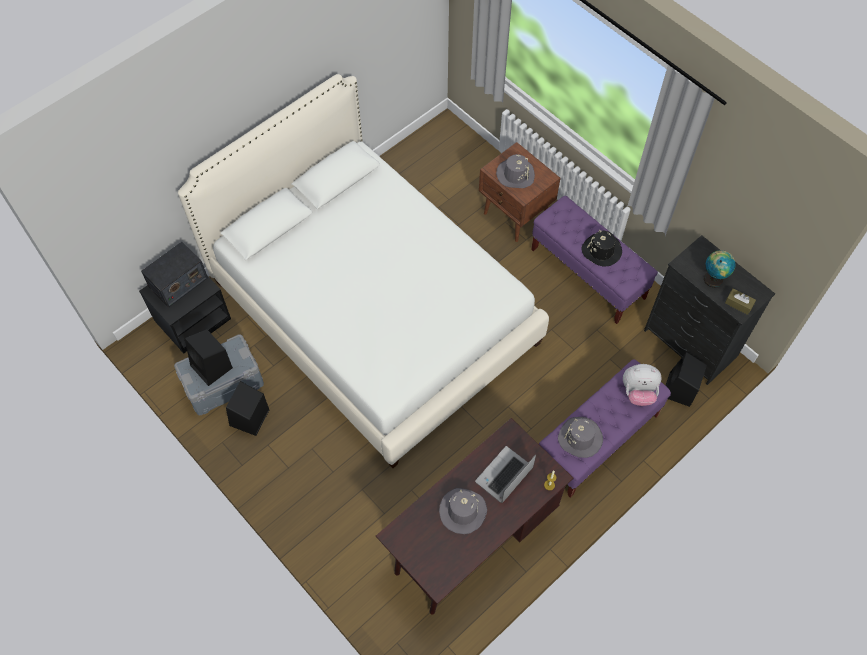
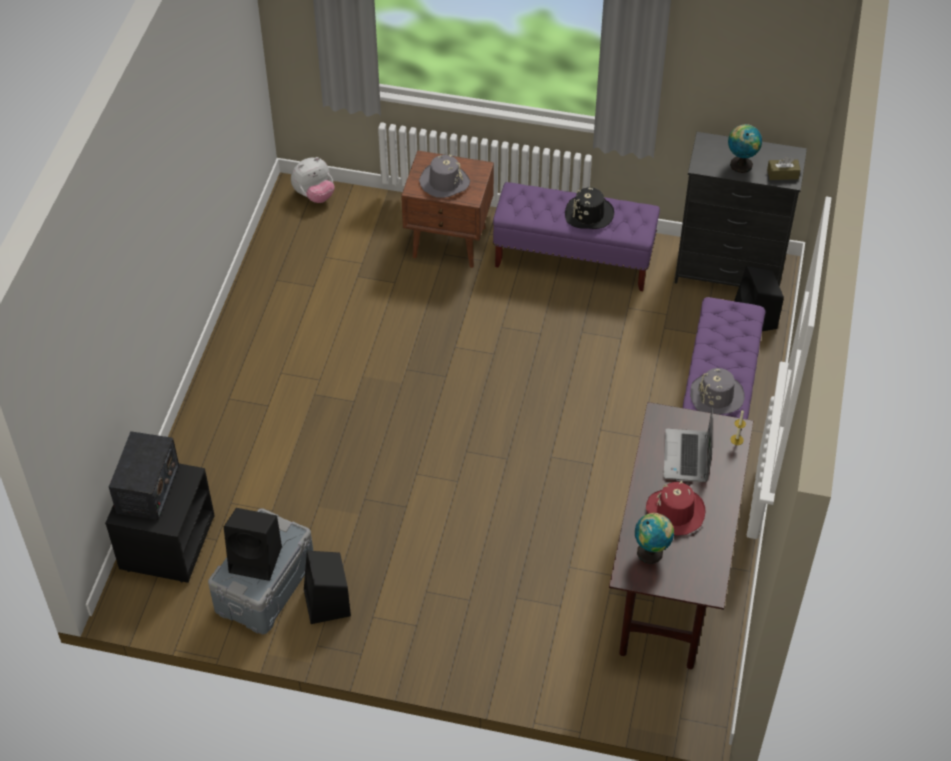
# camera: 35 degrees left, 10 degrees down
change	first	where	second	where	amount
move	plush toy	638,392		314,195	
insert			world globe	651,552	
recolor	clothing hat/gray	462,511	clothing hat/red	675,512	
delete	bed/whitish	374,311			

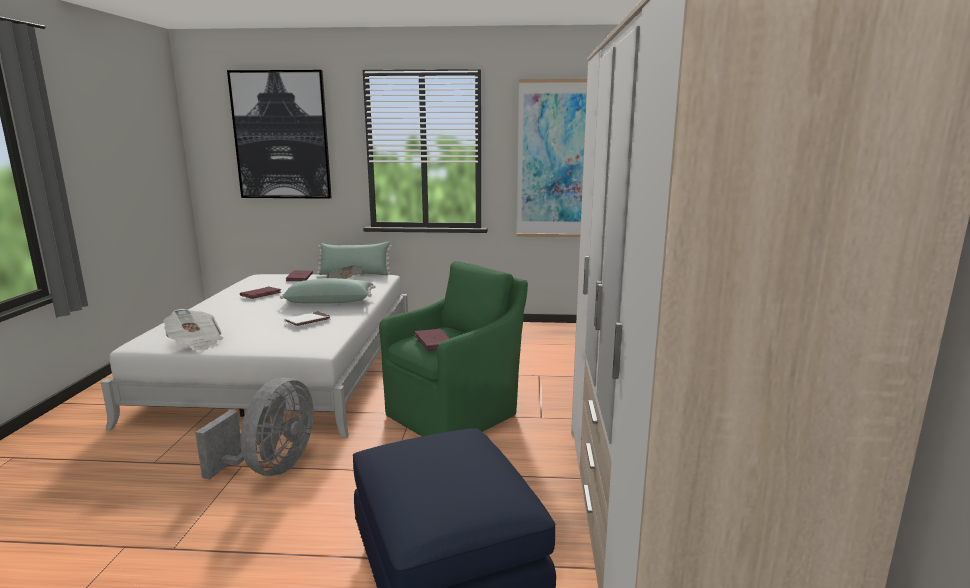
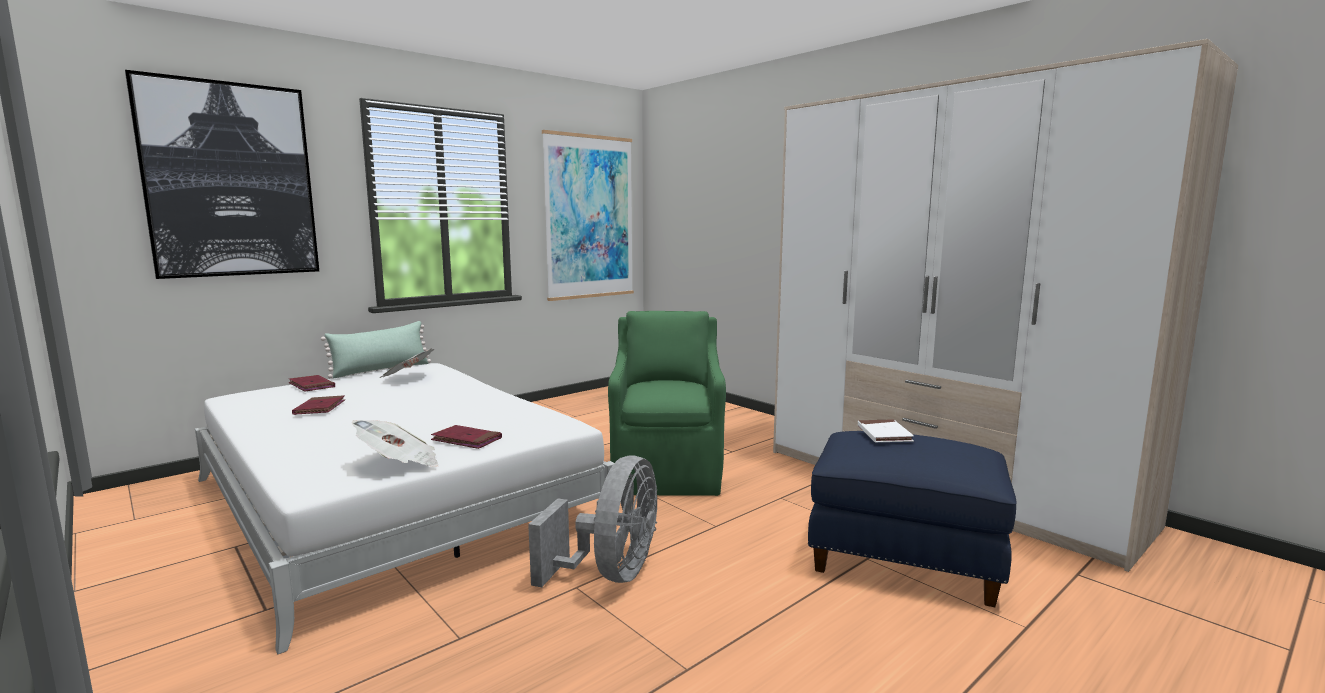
# camera: 45 degrees left, 5 degrees down
change	first	where	second	where	amount
move	volume/red	434,342		466,440	
rotate	electric fan/gray	271,468		611,573	45 degrees clockwise
move	volume/whitish	308,321		884,434	
delete	pillow/green	330,301			

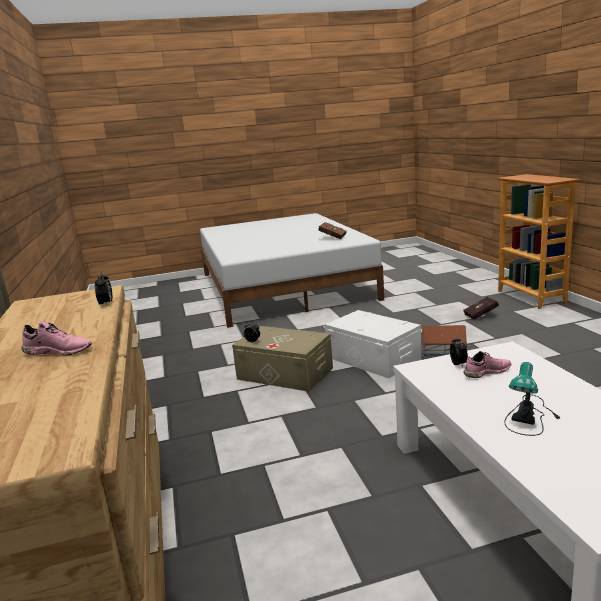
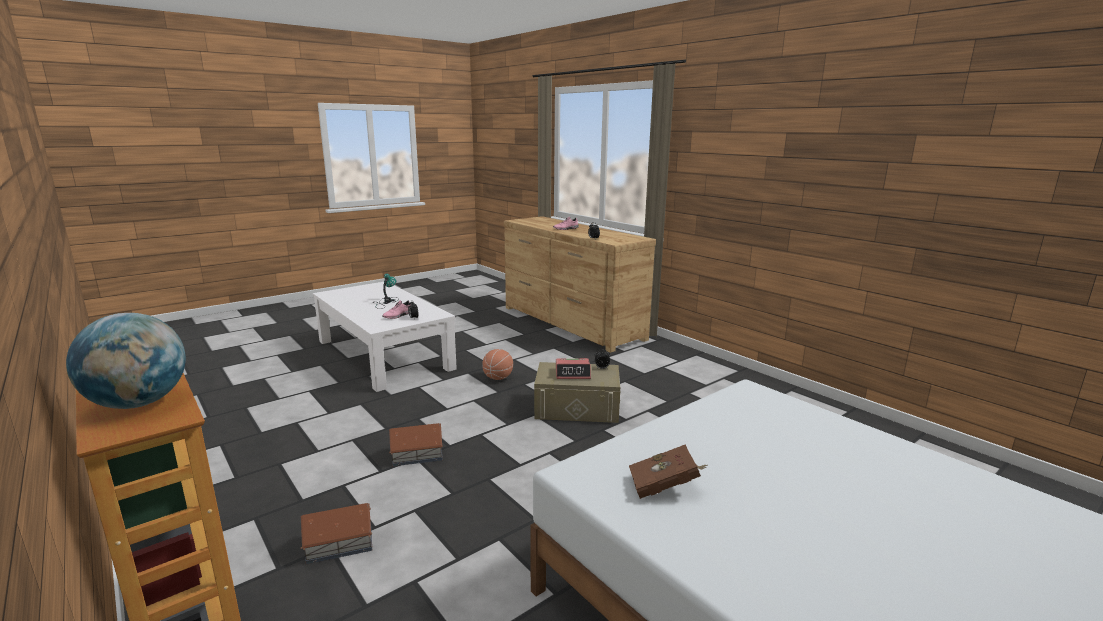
# camera: 155 degrees right, 0 degrees up
change	first	where	second	where	amount
insert			world globe	139,403	
replace	volume/red	482,316	toy house	340,544	
insert			ball for basketball	498,378	
insert			table clock	573,374	
delete	storage container/whitish	373,358			

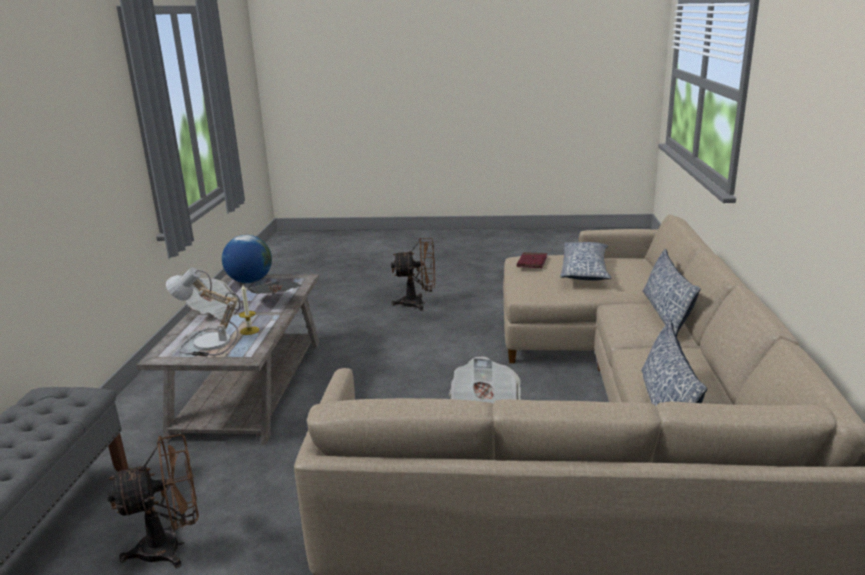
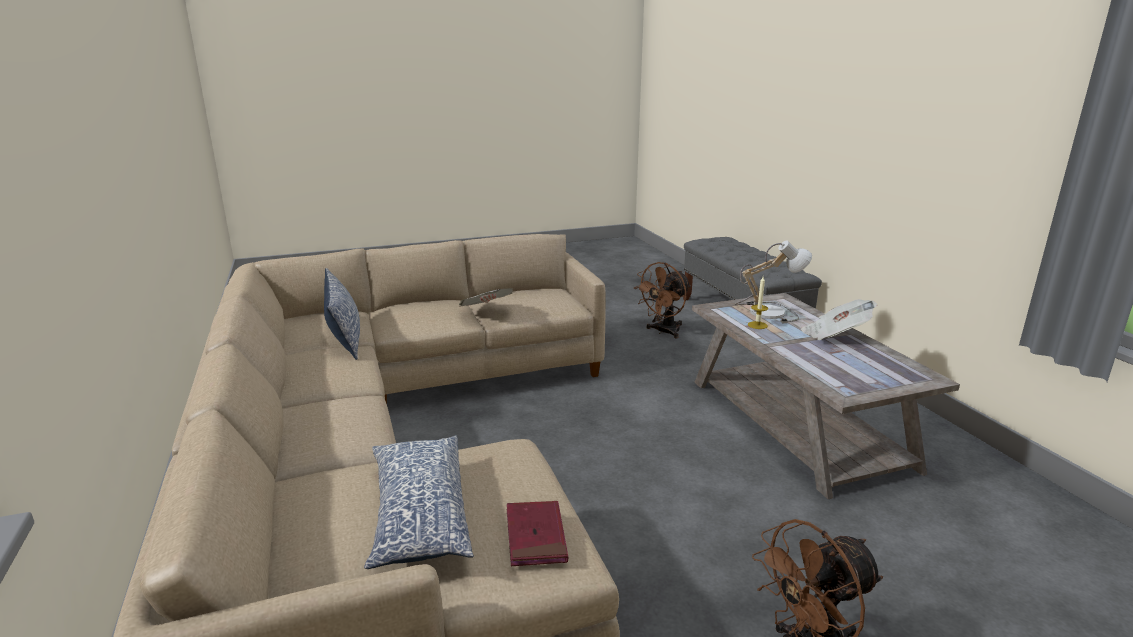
# camera: 155 degrees right, 0 degrees up
change	first	where	second	where	amount
delete	world globe	250,281			
delete	daily paper	276,301			
delete	pillow	665,314			

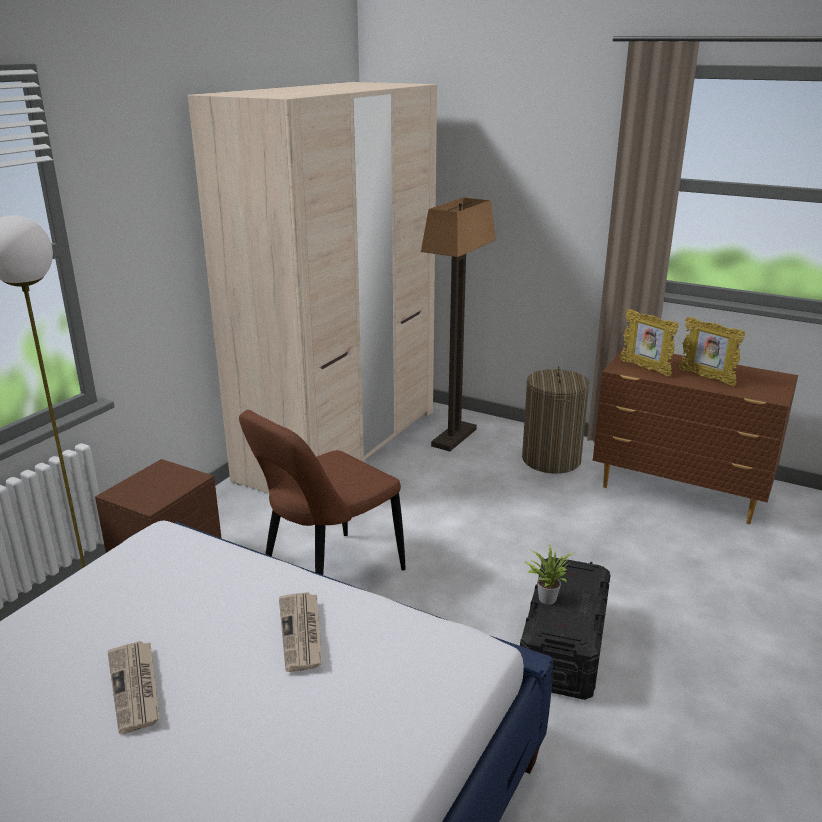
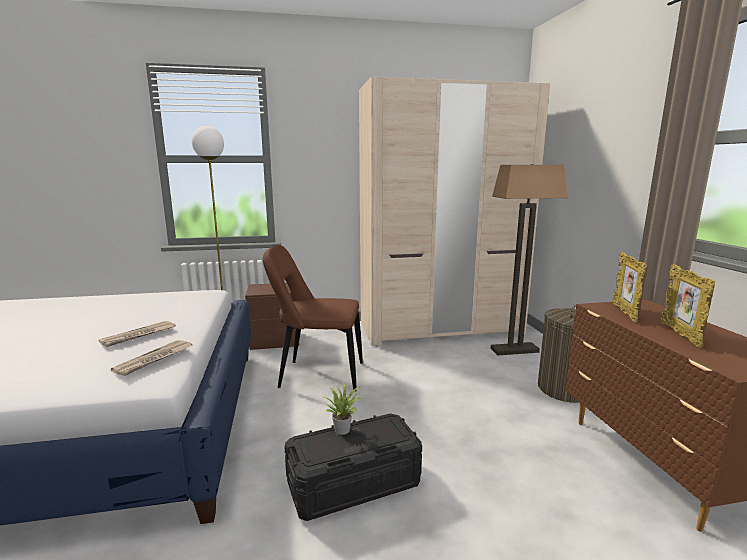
# camera: 50 degrees right, 10 degrees down
change	first	where	second	where	amount
move	daily paper	136,688		154,359	

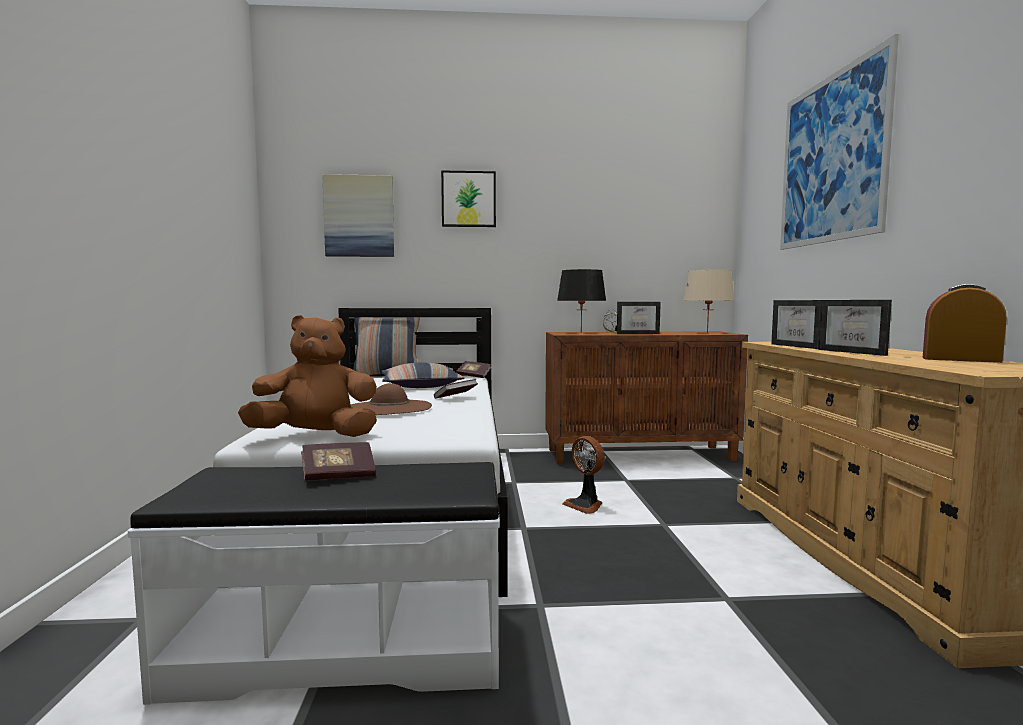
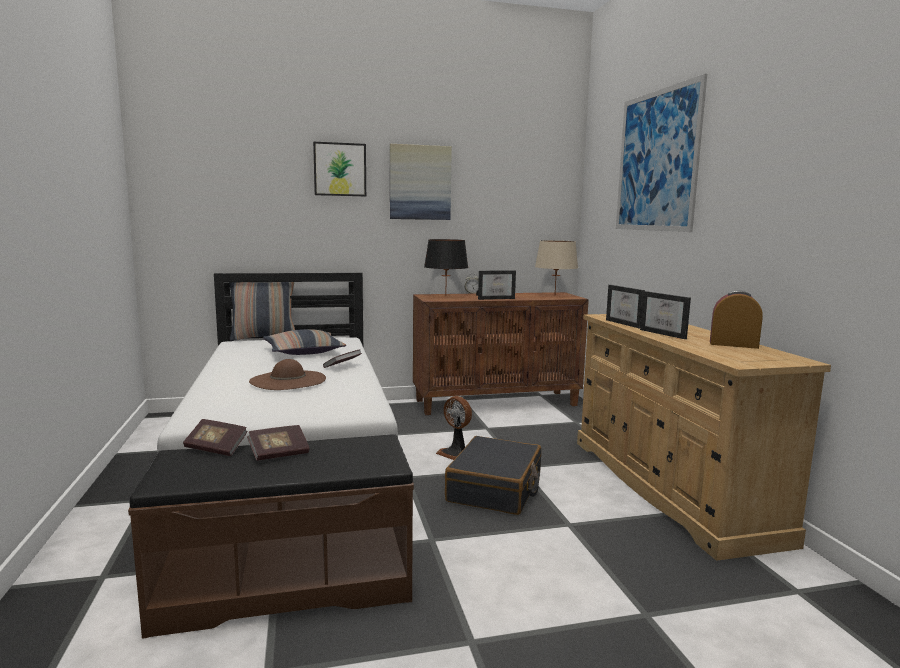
# camera: 10 degrees left, 5 degrees up
change	first	where	second	where	amount
recolor	long seat/whitish	343,647	long seat/brown-coloured	285,584	
move	volume	473,376		216,448	
move	wall picture	359,216		420,182	
insert			travel case/black	495,489	
delete	plush toy/brown-coloured	316,436			

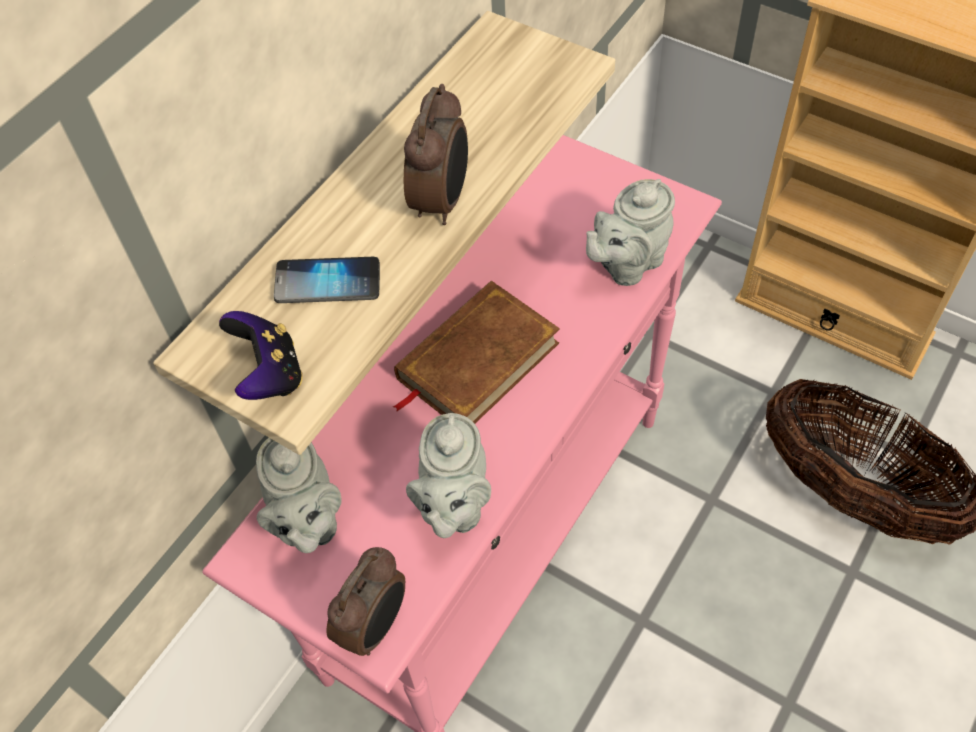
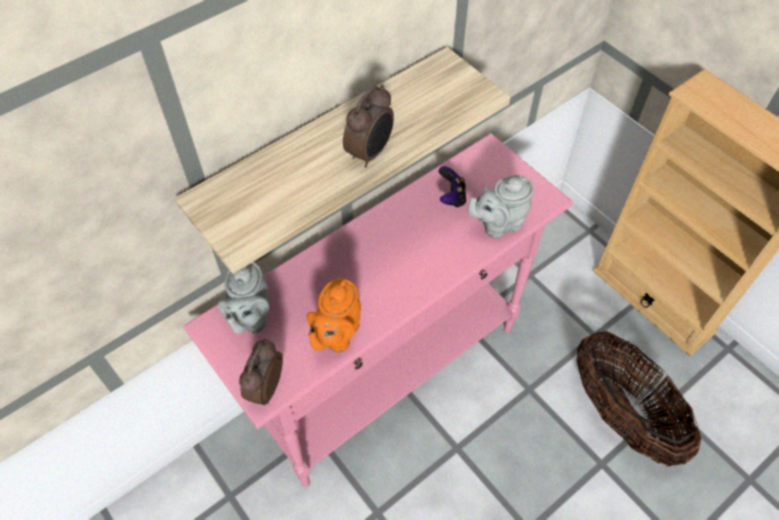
# camera: 15 degrees right, 0 degrees up
change	first	where	second	where	amount
rotate	table clock	376,625		265,388	150 degrees clockwise
recolor	tea pot/gray	454,505	tea pot/orangey	336,335	
move	joypad	269,374		451,197	
delete	handset	328,282			
delete	volume/brown-coloured	476,361			

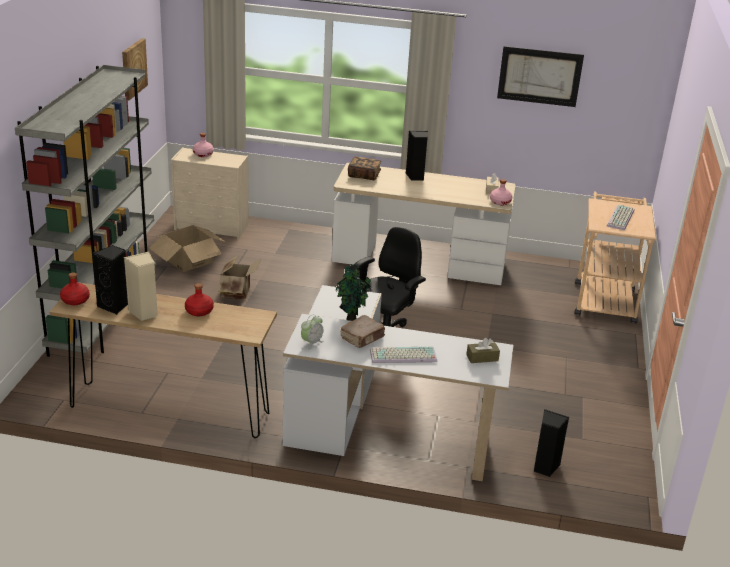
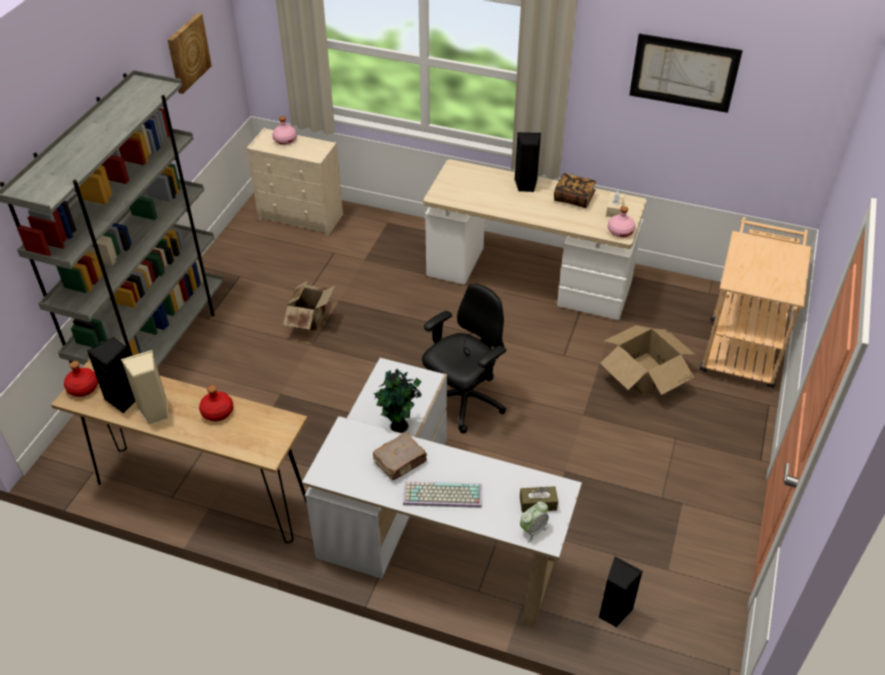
# camera: 10 degrees right, 15 degrees up
change	first	where	second	where	amount
move	table clock	311,343		533,530	
move	volume	364,175		574,198	
move	packing box	188,260		645,373	
delete	keyboard	621,218			

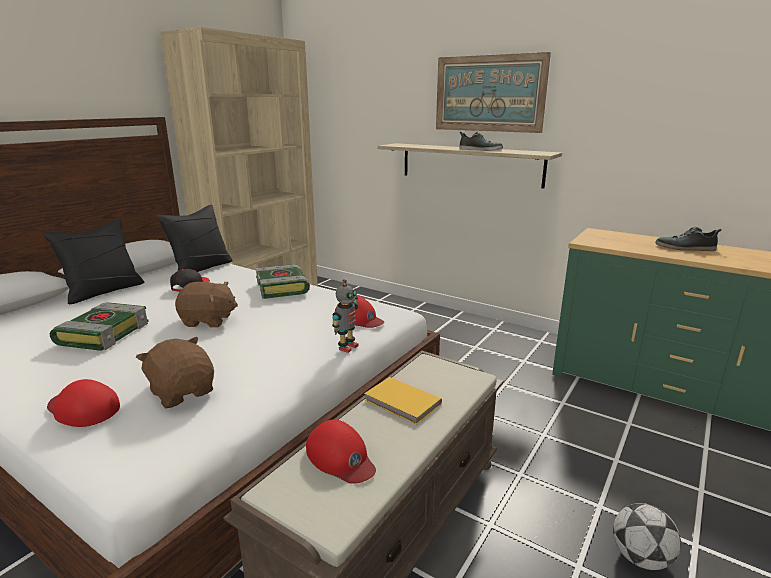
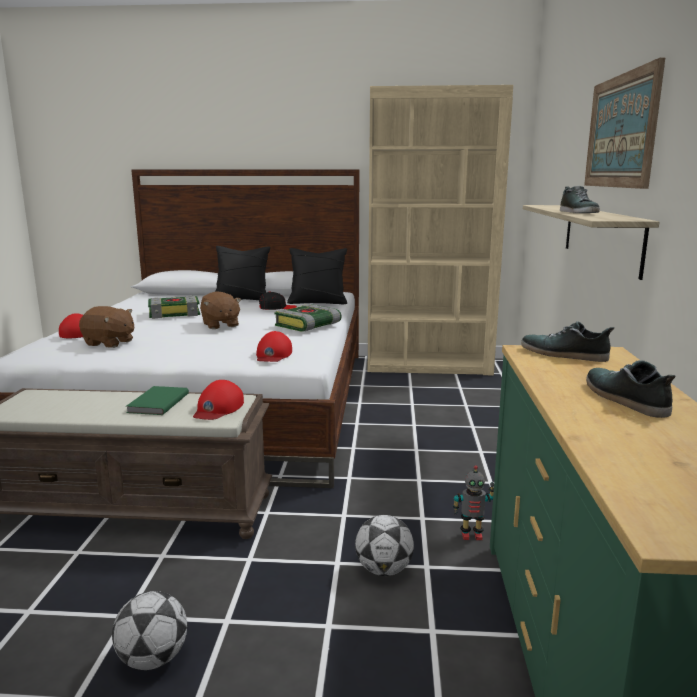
# camera: 60 degrees right, 5 degrees down
change	first	where	second	where	amount
rotate	plush toy/brown-coloured	183,392		109,343	90 degrees clockwise
recolor	volume/yellow	402,403	volume/green	156,403	
move	baseball cap/red	341,457		218,408	
insert			ball for football	384,570	
move	robot figure	347,347		471,535	
insert			shoe	563,354	

